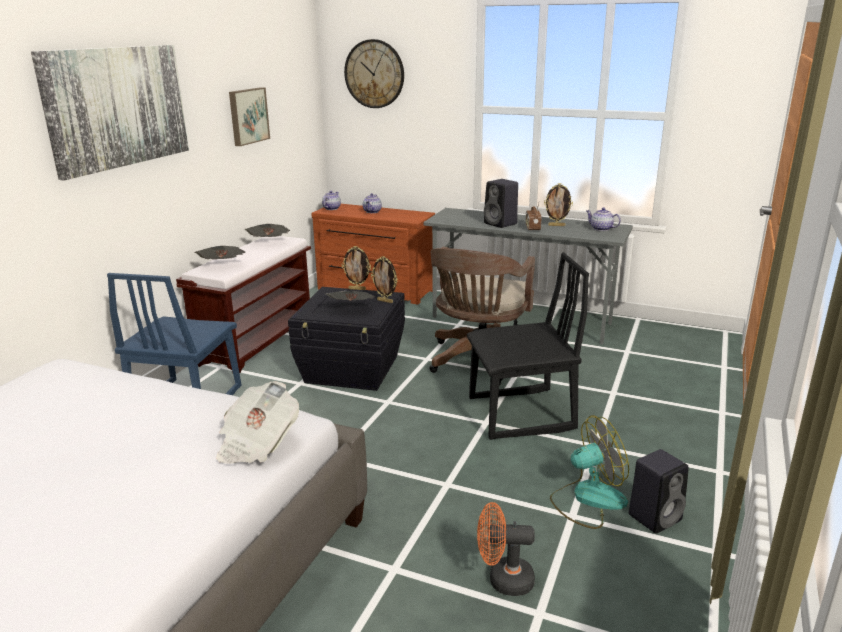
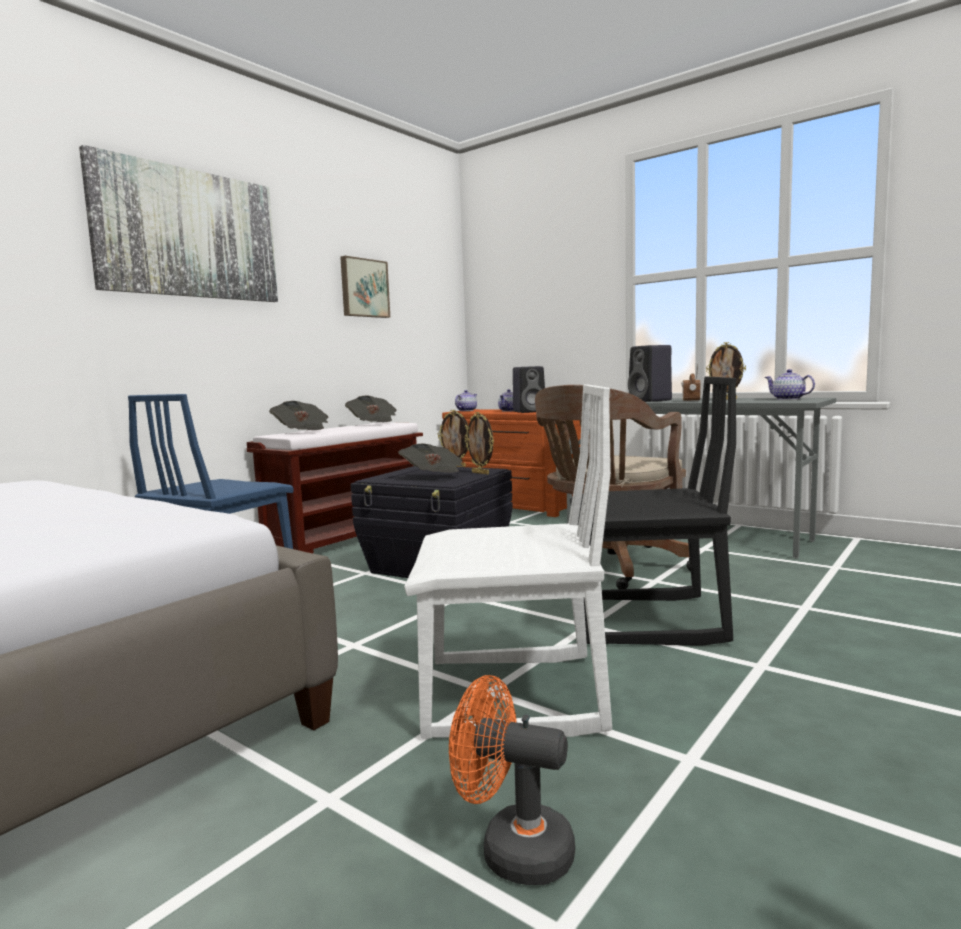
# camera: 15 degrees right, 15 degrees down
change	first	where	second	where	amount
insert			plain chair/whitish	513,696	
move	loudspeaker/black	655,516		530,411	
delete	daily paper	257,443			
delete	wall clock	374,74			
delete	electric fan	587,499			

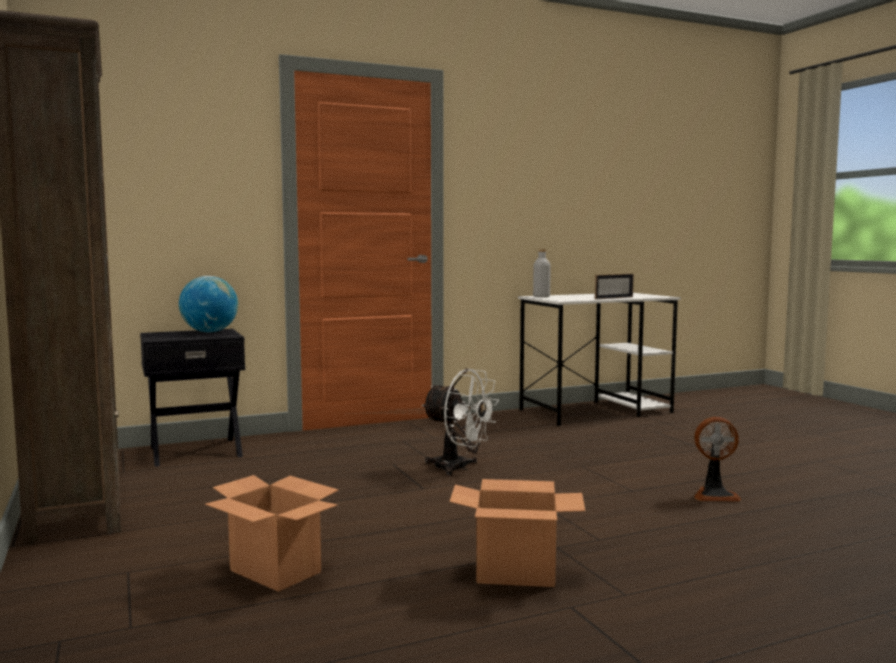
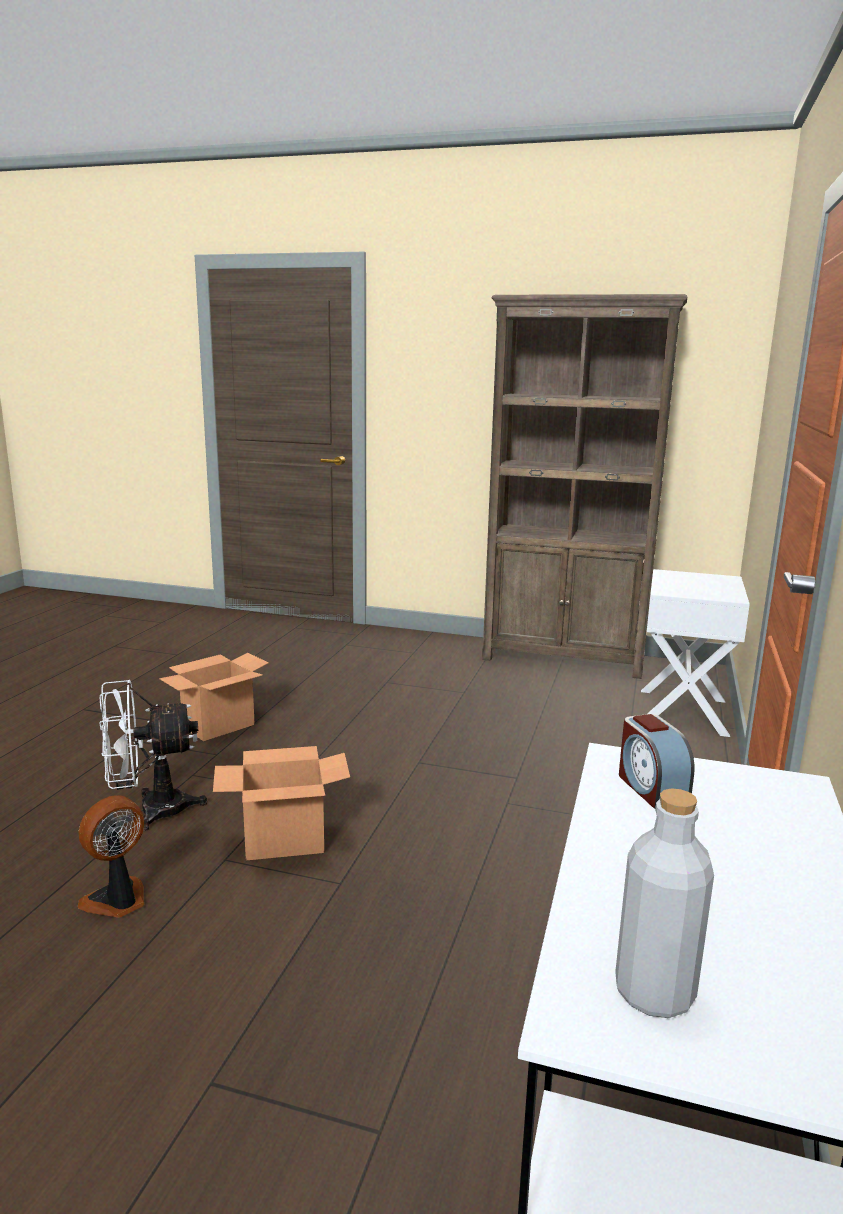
# camera: 130 degrees right, 10 degrees up
change	first	where	second	where	amount
move	electric fan/whitish	458,468		150,811	
move	packing box	276,571		283,841	
move	drink bottle/gray	541,297		654,993	
insert			table clock	651,787	
recolor	night table/black	195,451	night table/whitish	684,712	
delete	world globe	209,332			
delete	photo frame	614,298			

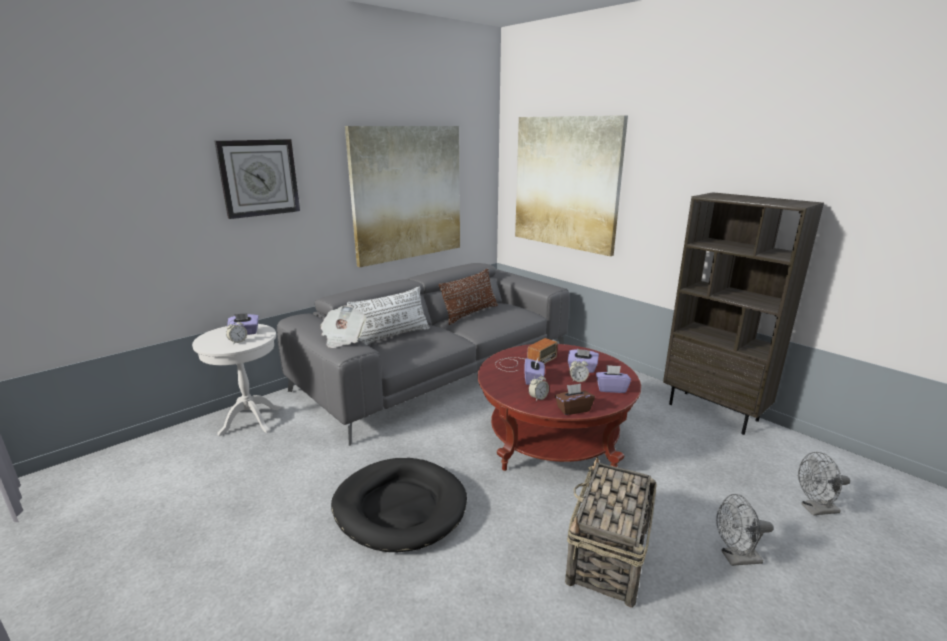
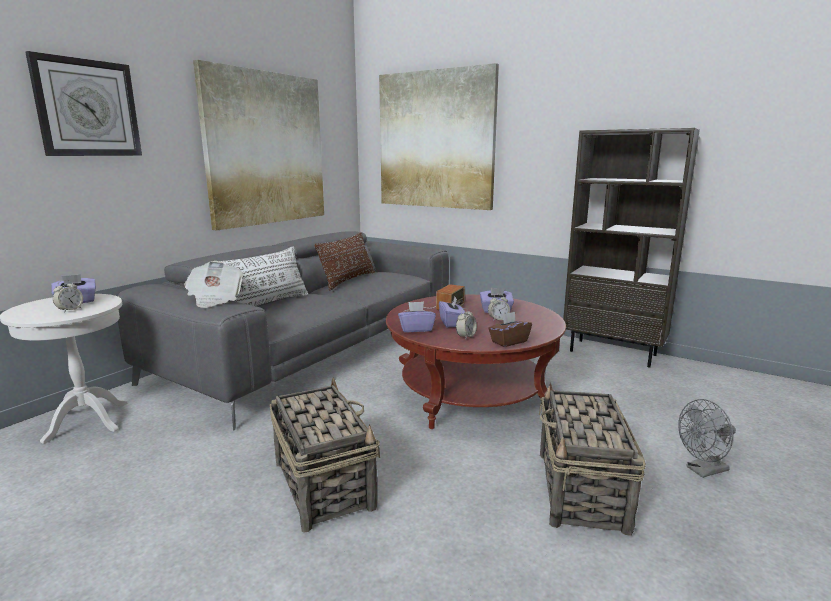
# camera: 15 degrees left, 5 degrees down
change	first	where	second	where	amount
replace	pet bed/black	400,507	basket	323,483	
move	tissue box/purple-coloured	611,389		416,329	
delete	electric fan/gray	815,509			

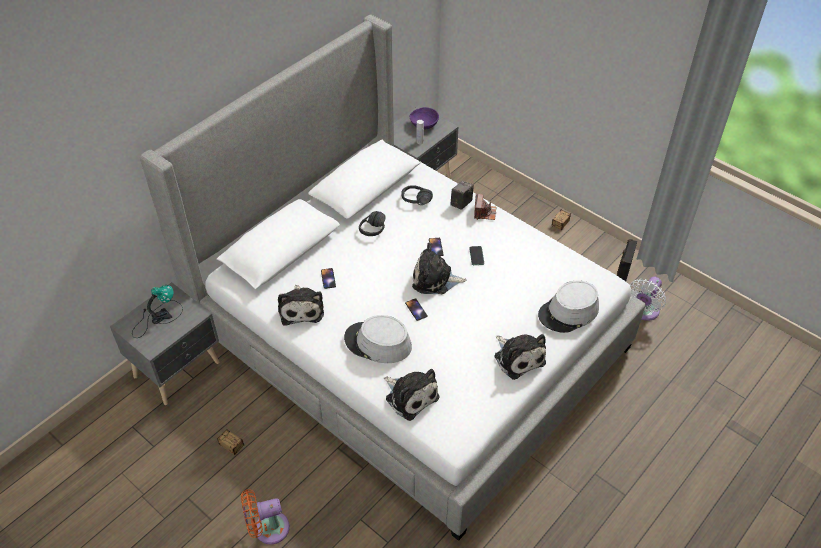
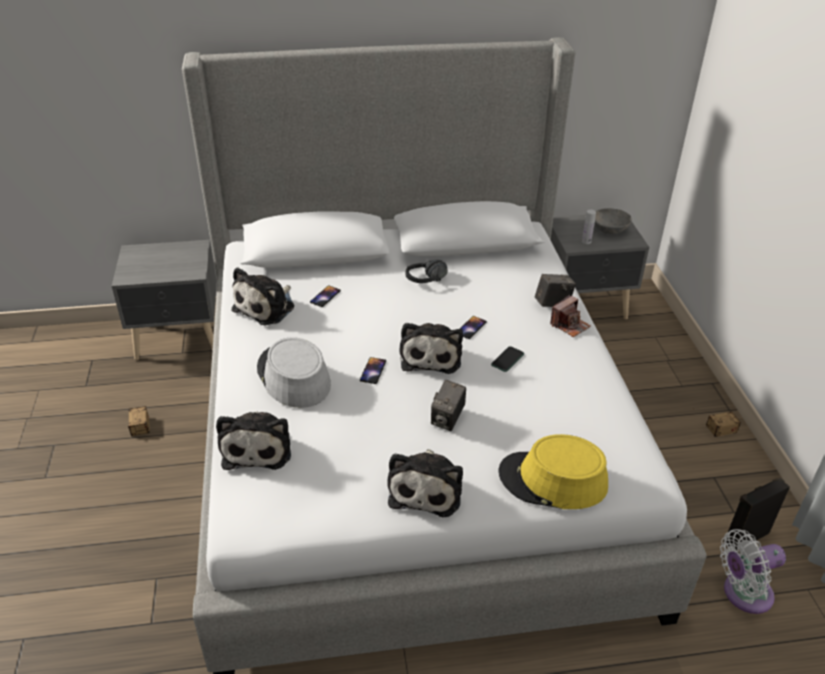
# camera: 40 degrees right, 10 degrees down
change	first	where	second	where	amount
rotate	plush toy	435,279		431,355	135 degrees counterclockwise
insert			photo camera	447,419	
recolor	clothing hat/gray	568,312	clothing hat/yellow	552,480	
recolor	deep dish/purple-coloured	424,124	deep dish/gray	610,229	
delete	table lamp	157,317			
delete	electric fan/orangey	268,529			
delete	headset/black	415,203			

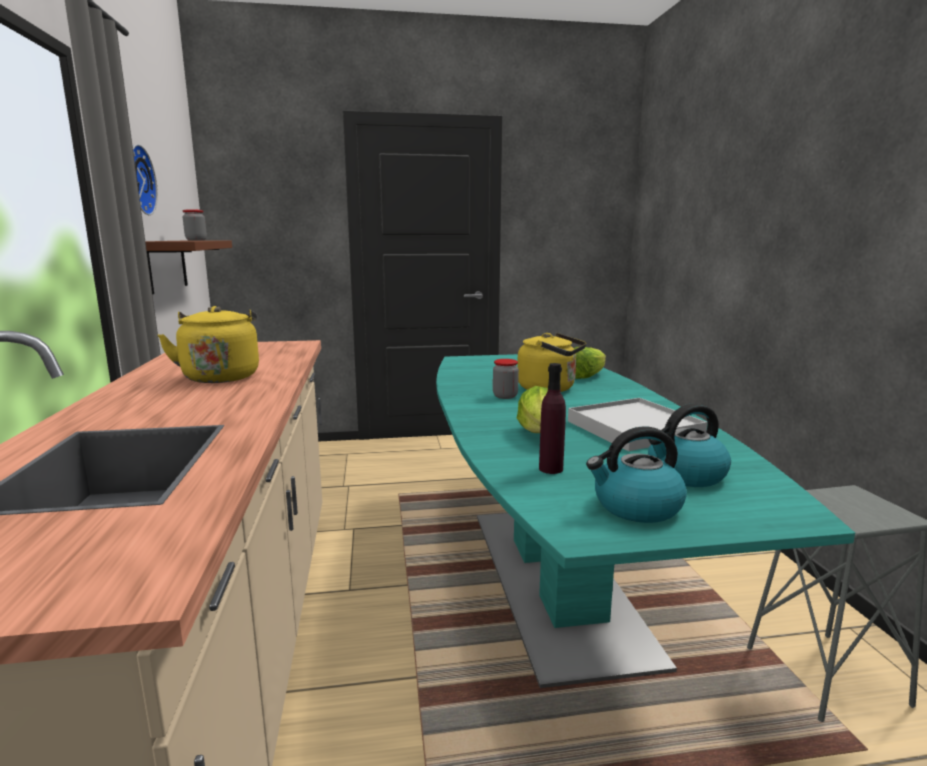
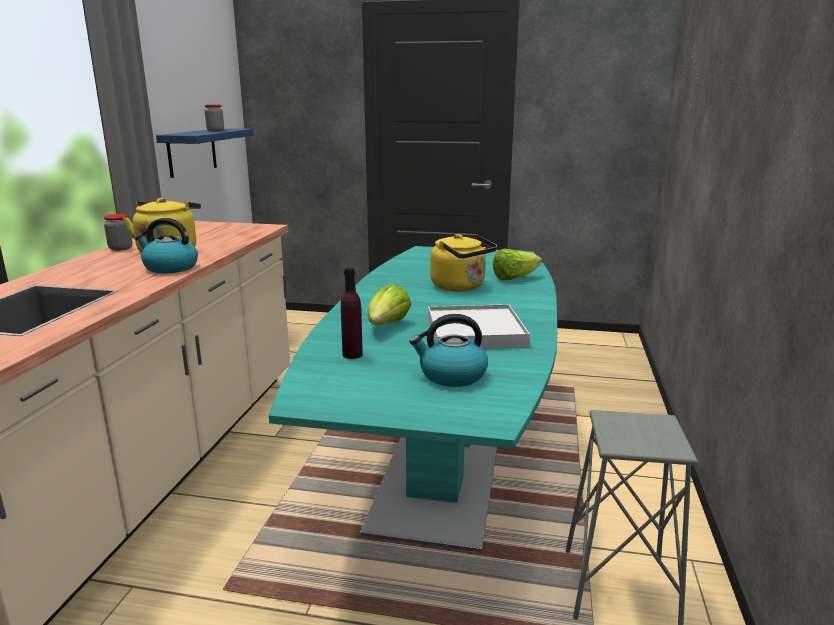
# camera: 20 degrees right, 5 degrees up
change	first	where	second	where	amount
move	preserve jar	505,396		120,248	
move	kettle	636,507		170,268	
recolor	shelf/brown-coloured	167,265	shelf/bluish	192,152	
delete	wall clock	137,180			

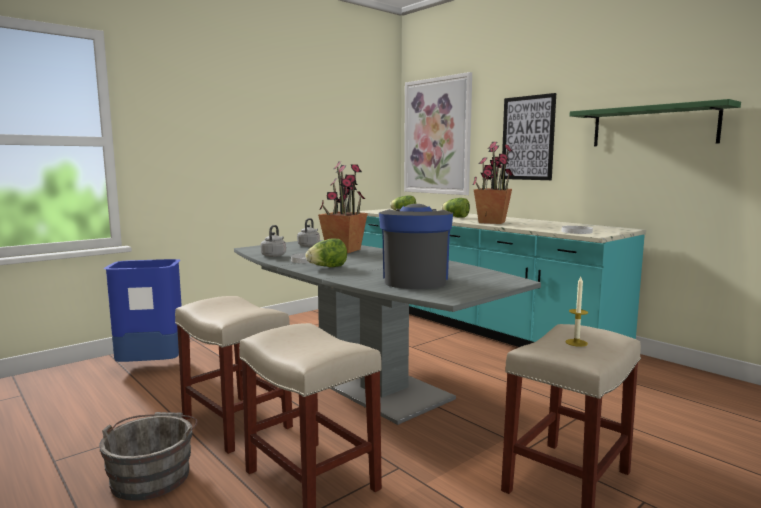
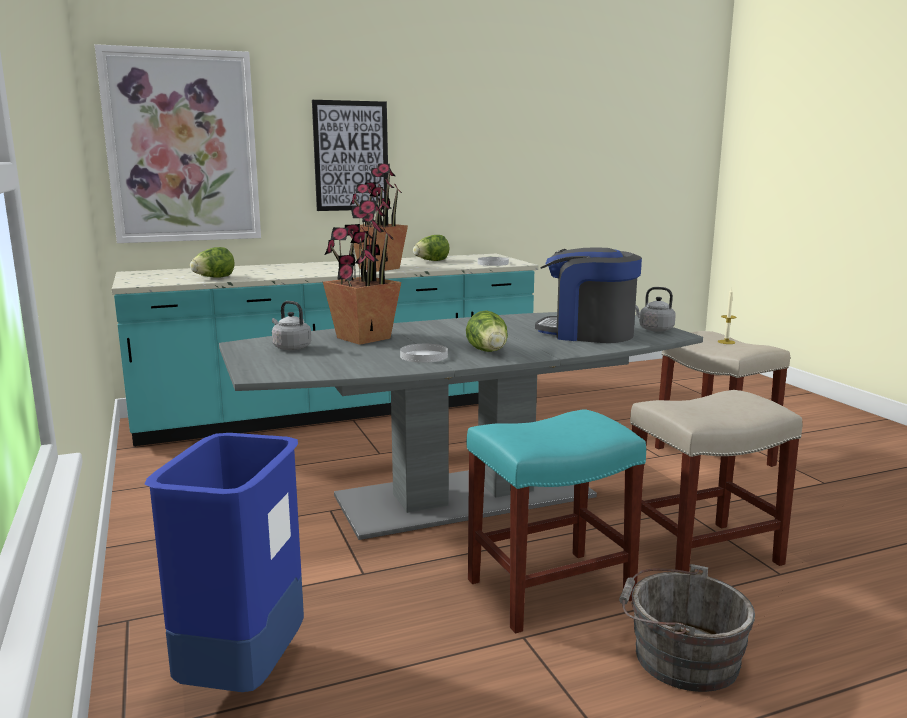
# camera: 70 degrees left, 5 degrees up
change	first	where	second	where	amount
move	lettuce	456,217		431,261	
recolor	stool seat/beige-coloured	235,422	stool seat/blue-green	548,590	
move	kettle/gray	274,255		654,329	
delete	shelf/green	653,126			

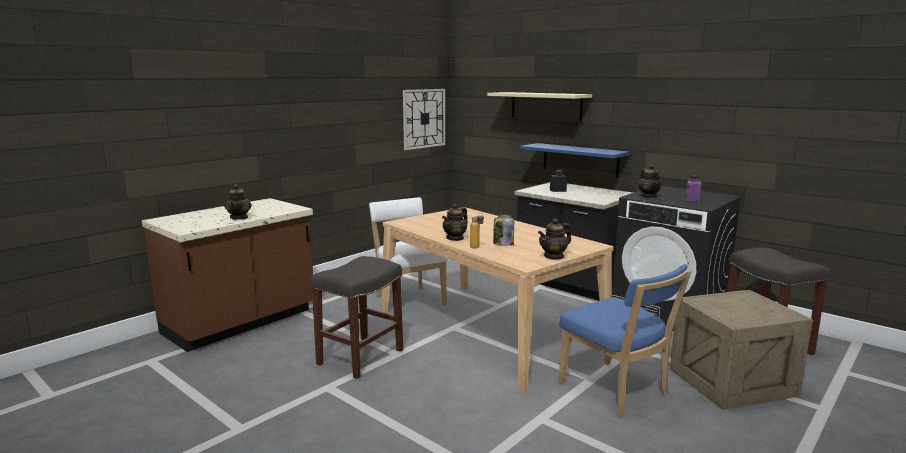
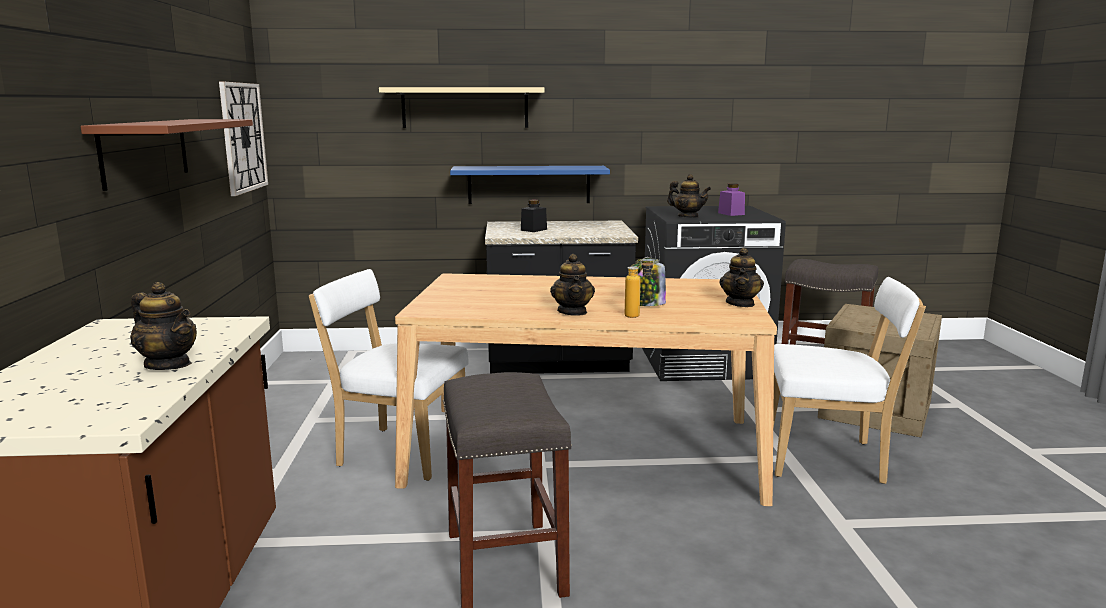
# camera: 45 degrees left, 0 degrees up
change	first	where	second	where	amount
insert			shelf/brown-coloured	145,151	
recolor	plain chair/bluish	616,391	plain chair/whitish	830,459	

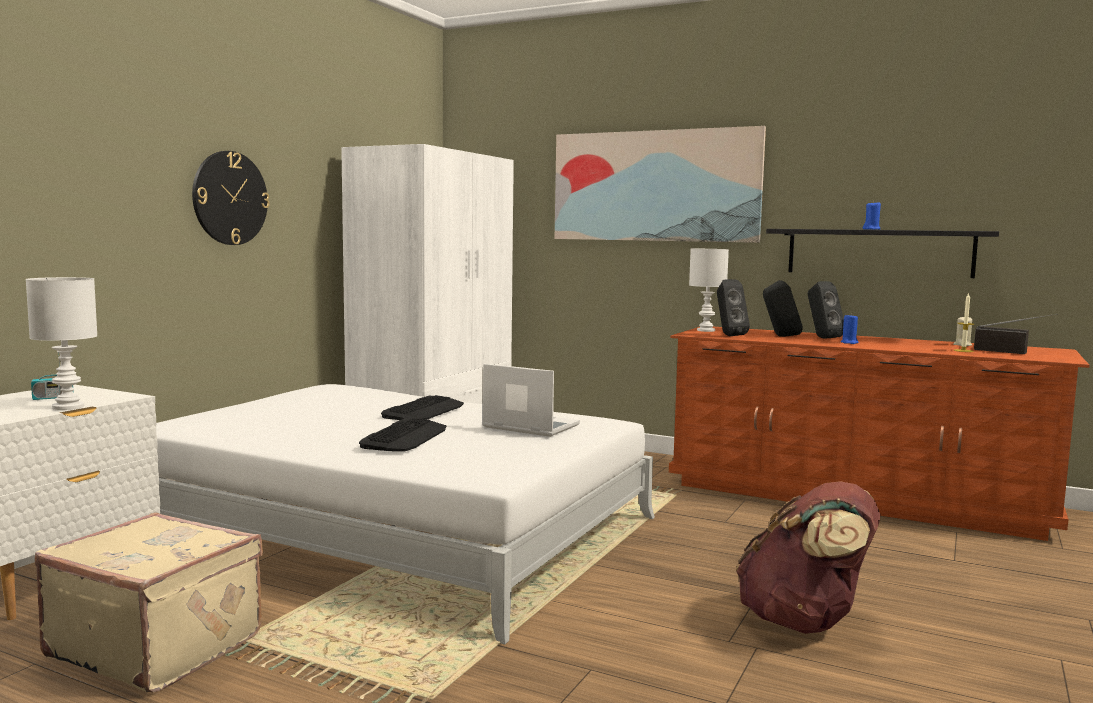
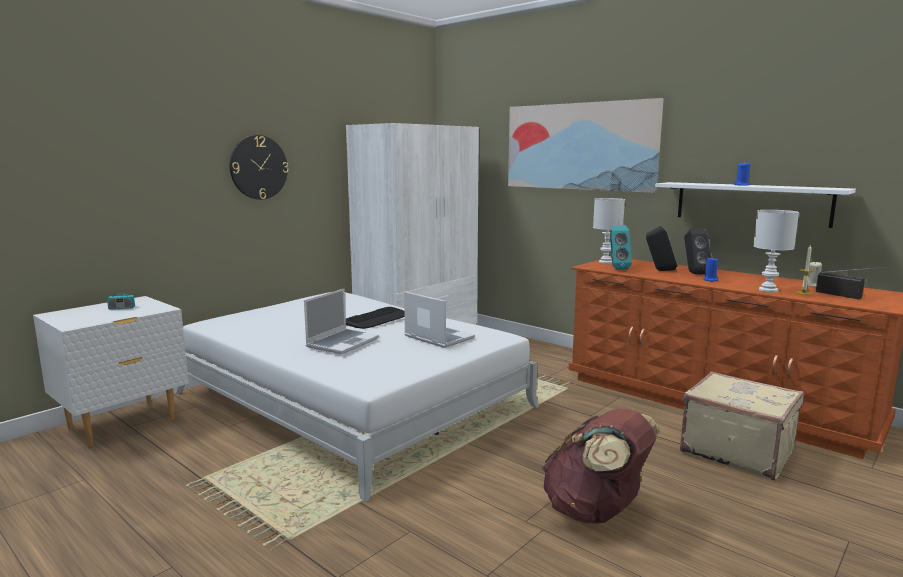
# camera: 15 degrees right, 5 degrees up
change	first	where	second	where	amount
replace	keyboard	405,437	laptop	342,342	
recolor	loudspeaker/black	728,336	loudspeaker/blue-green	617,269	
recolor	shelf/black	879,252	shelf/whitish	751,203	
move	travel case/beige-coloured	158,645		737,451	
move	table lamp/whitish	66,407		767,290	

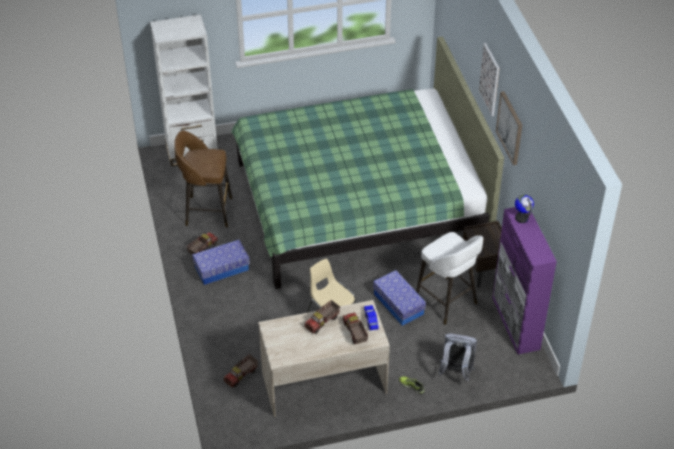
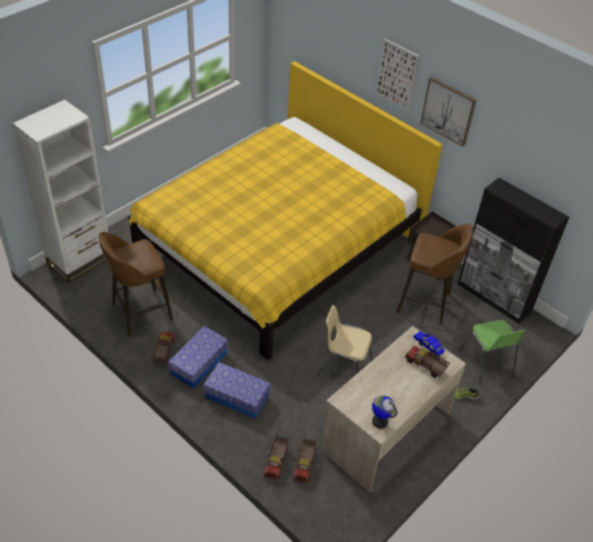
# camera: 35 degrees left, 0 degrees up
change	first	where	second	where	amount
recolor	bed/green	359,202	bed/yellow	277,246	
move	storage container	398,304		236,397	
move	model truck	322,322		276,462	
move	world globe	521,218		380,421	
recolor	stool seat/whitish	447,302	stool seat/brown-coloured	425,304	
recolor	storage cabinet/purple-coloured	515,323	storage cabinet/black	494,297	
replace	rucksack/gray	456,372	plain chair/green	486,363	

